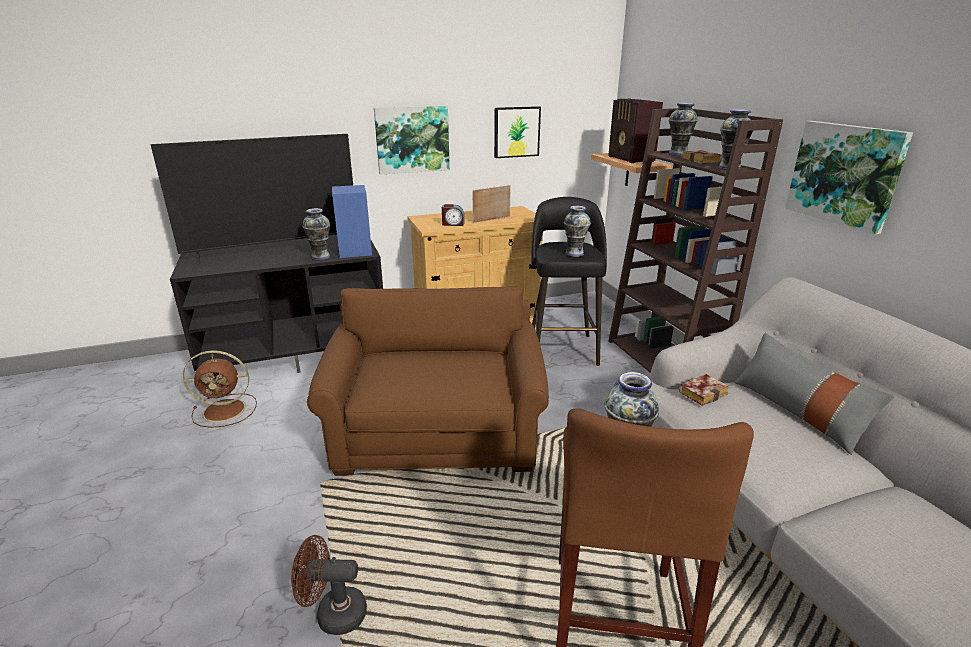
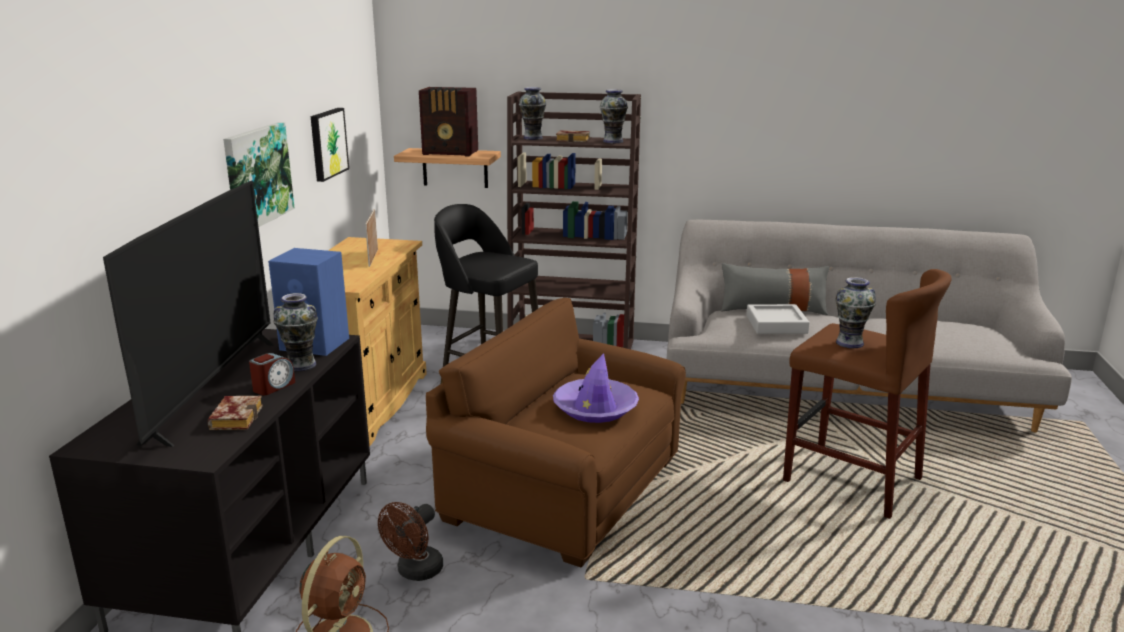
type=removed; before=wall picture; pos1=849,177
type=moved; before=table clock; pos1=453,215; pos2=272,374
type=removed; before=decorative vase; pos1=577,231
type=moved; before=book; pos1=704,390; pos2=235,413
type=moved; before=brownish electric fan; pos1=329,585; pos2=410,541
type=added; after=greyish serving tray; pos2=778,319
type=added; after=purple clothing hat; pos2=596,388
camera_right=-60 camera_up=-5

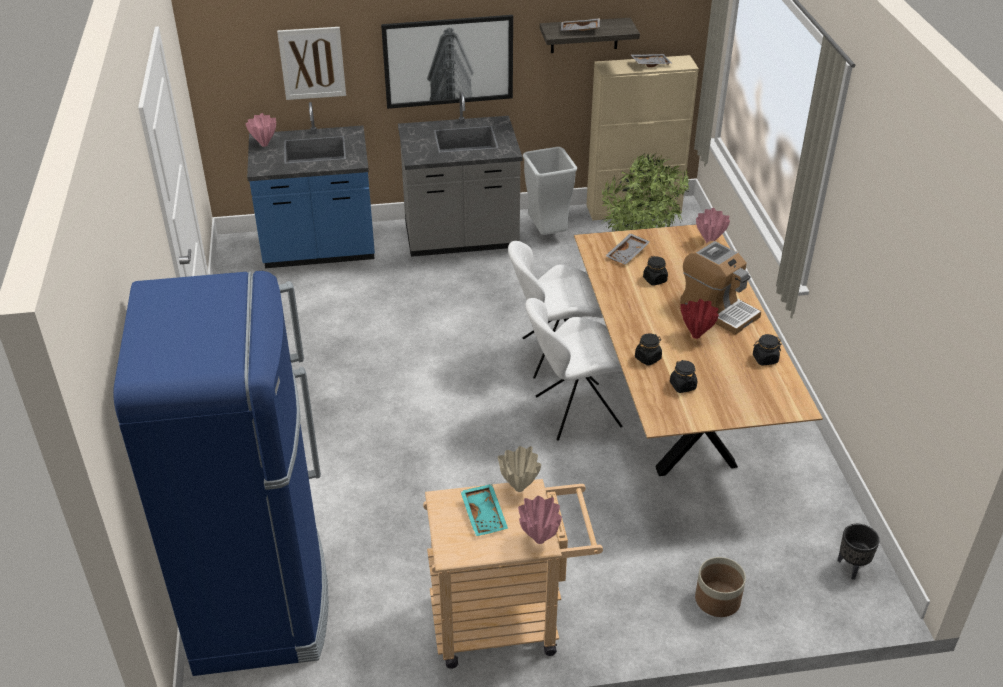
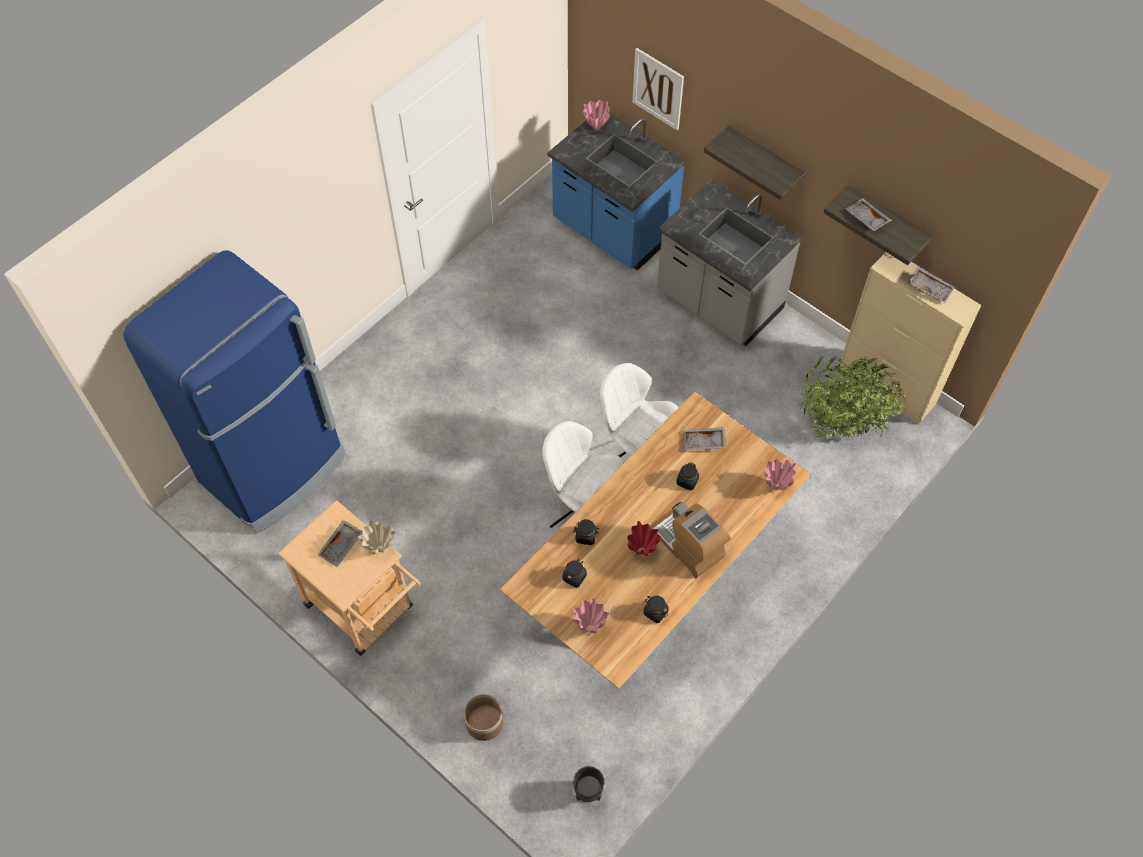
type=replaced; before=wall picture; after=wall shelf; pos1=447,62; pos2=755,163
type=removed; before=greyish trash can; pos1=550,191
type=turned; before=coffee brewer; pos1=720,288; pos2=691,540; turn=135
type=recoloured; before=turquoise serving tray; after=greyish serving tray; pos1=484,510; pos2=340,543
type=moved; before=pink-coloured decorative vase; pos1=540,520; pos2=591,617
camera_right=50 camera_up=20

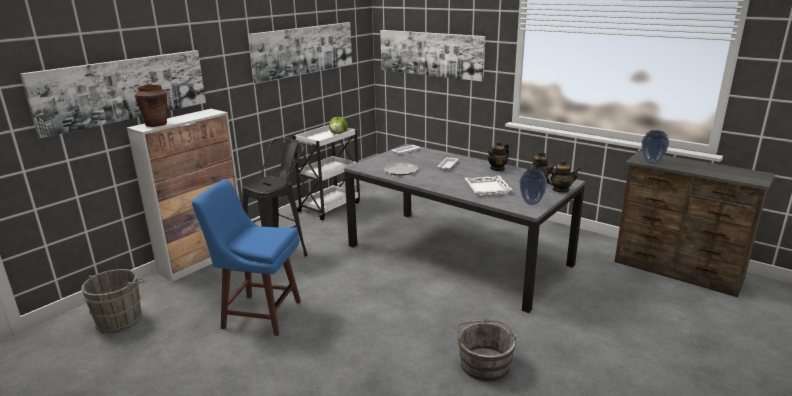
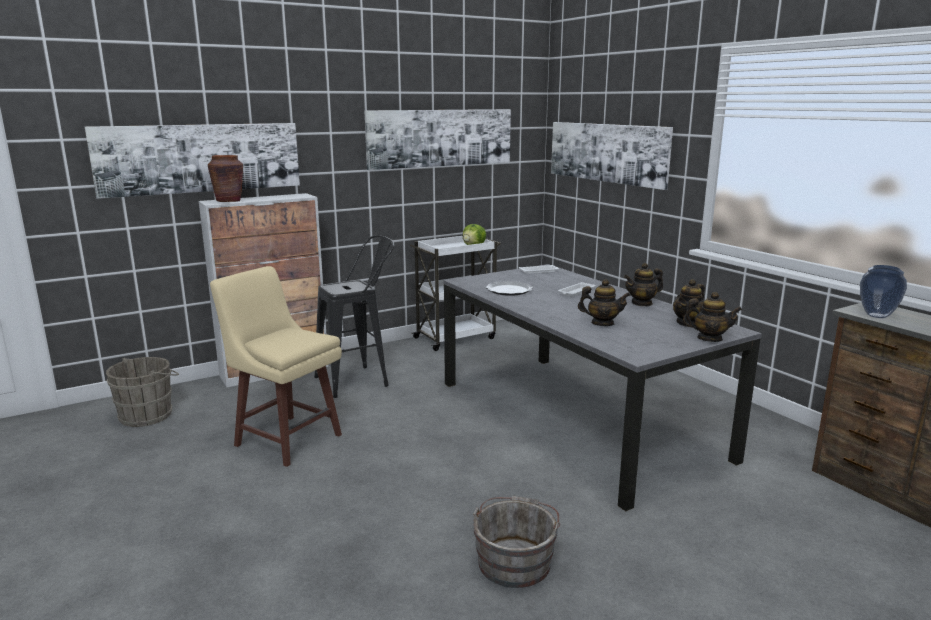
type=removed; before=decorative vase; pos1=533,187
type=replaced; before=whitish serving tray; after=teapot; pos1=489,185; pos2=604,302
type=recoloured; before=blue stool seat; after=beige stool seat; pos1=246,257; pos2=276,366
camera_right=20 camera_up=-5

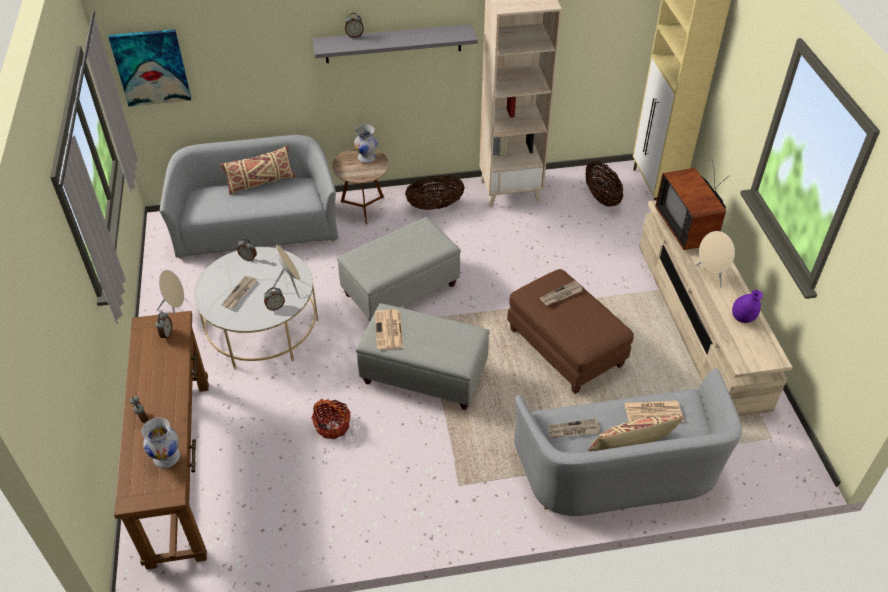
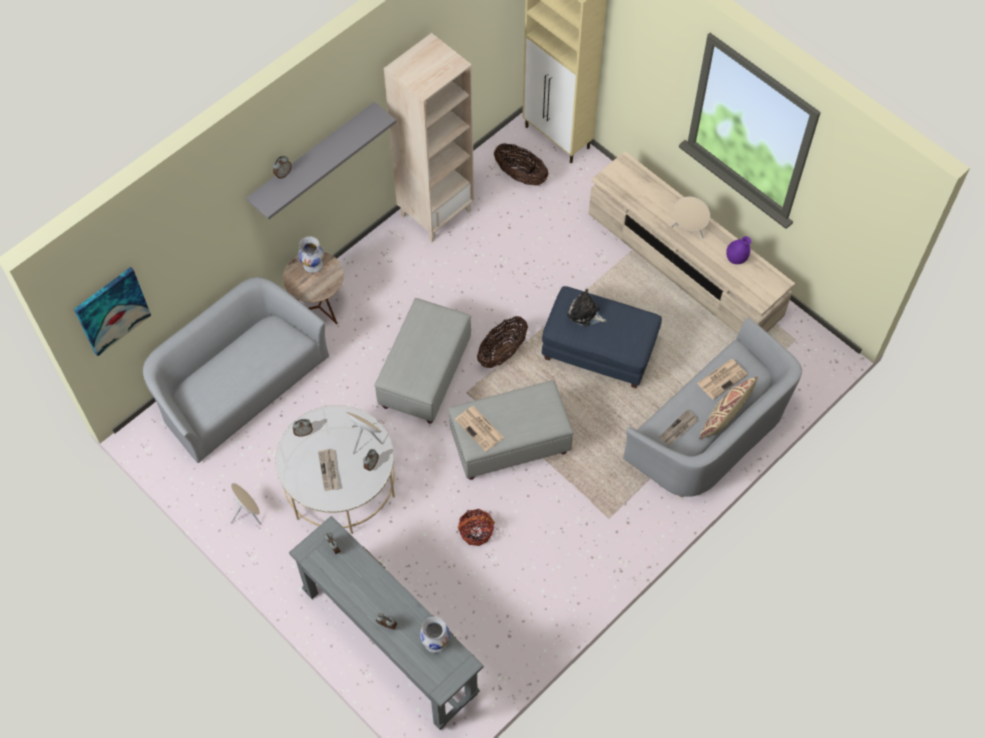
type=removed; before=beige pillow; pos1=257,170
type=removed; before=television; pos1=693,205
type=moved; before=household basket; pos1=435,193; pos2=502,342
type=recoloured; before=brownish pouffe; after=blue pouffe; pos1=570,331; pos2=602,337
type=replaced; before=daily paper; after=soft toy; pos1=561,293; pos2=587,308
type=recoloured; before=brownish console table; after=greyish console table; pos1=161,440; pos2=386,623
camera_right=-35 camera_up=15

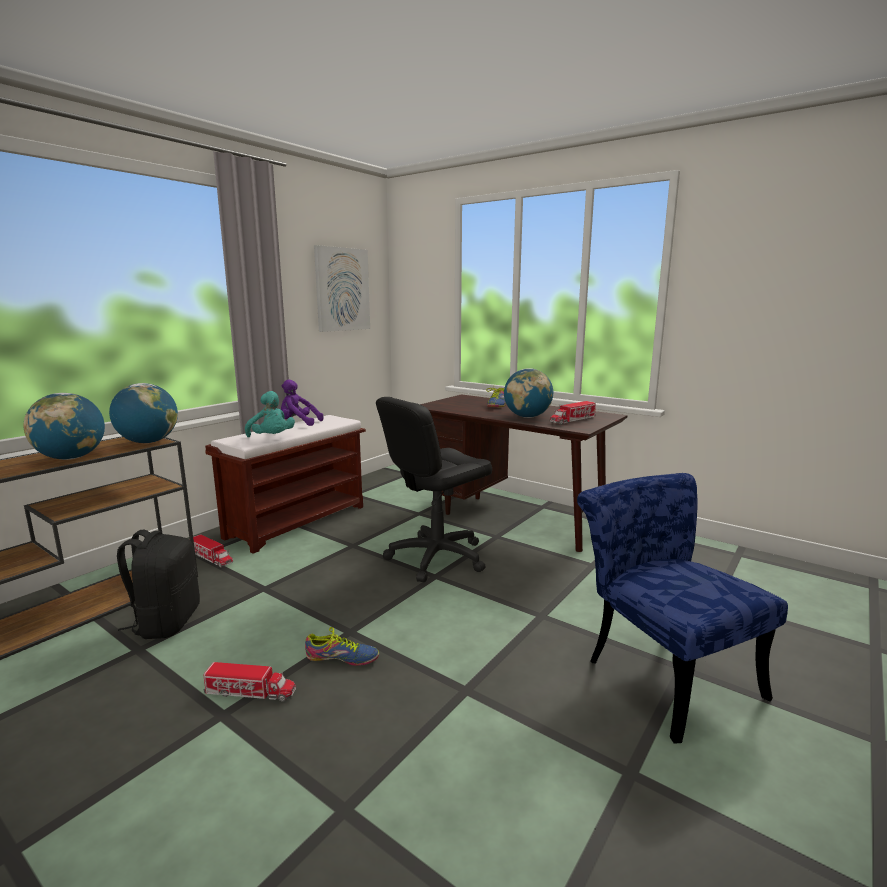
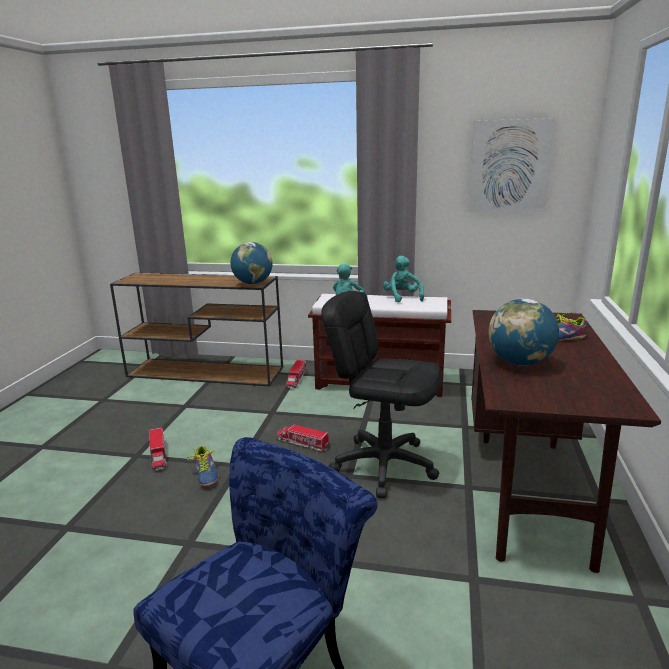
type=recoloured; before=purple soft toy; after=turquoise soft toy; pos1=302,402; pos2=403,279
type=removed; before=desk globe; pos1=64,426
type=moved; before=model truck; pos1=573,413; pos2=303,437
type=removed; before=blackish knapsack; pos1=158,584
camera_right=65 camera_up=5

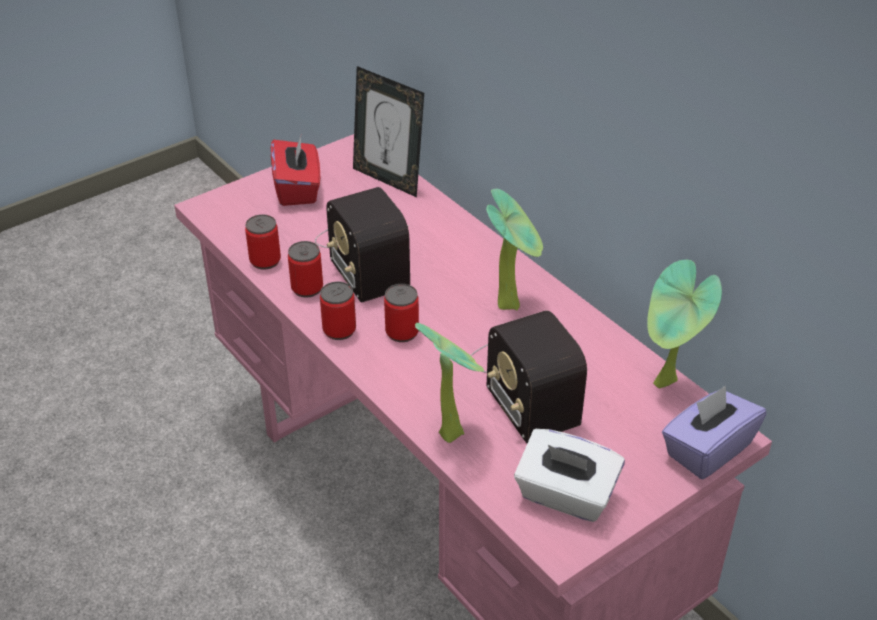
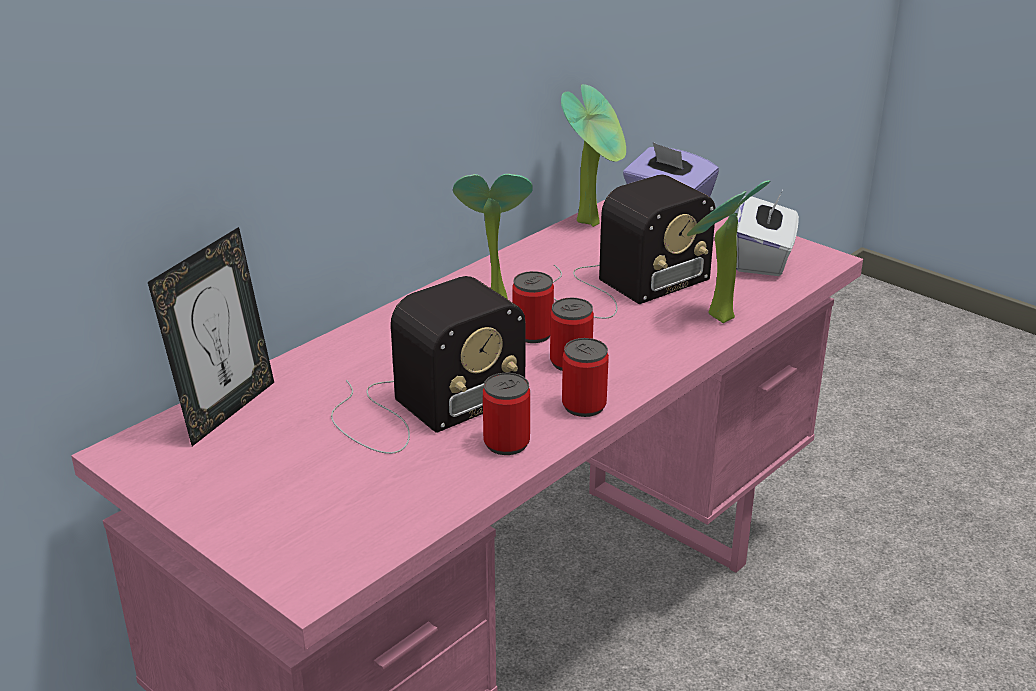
type=removed; before=red-coloured tissue box; pos1=295,169
type=moved; before=metal can; pos1=263,242; pos2=533,307
camera_right=-100 camera_up=-10

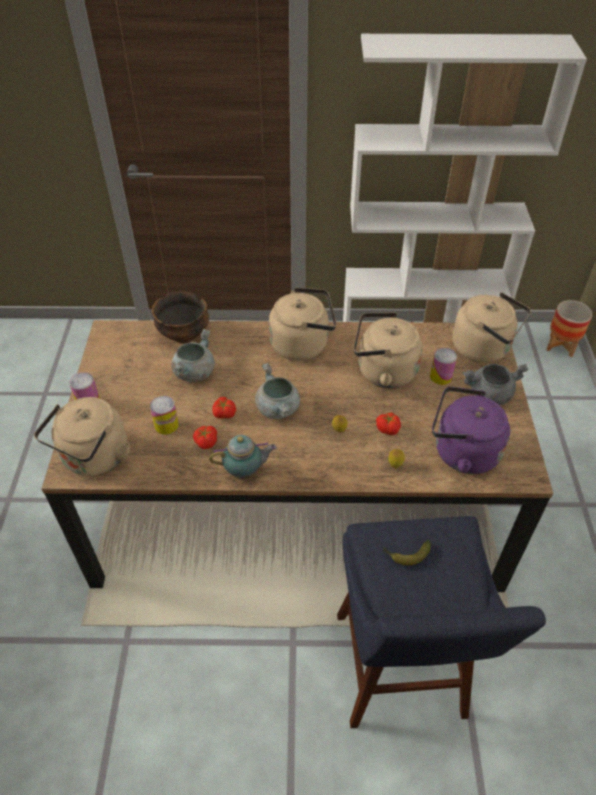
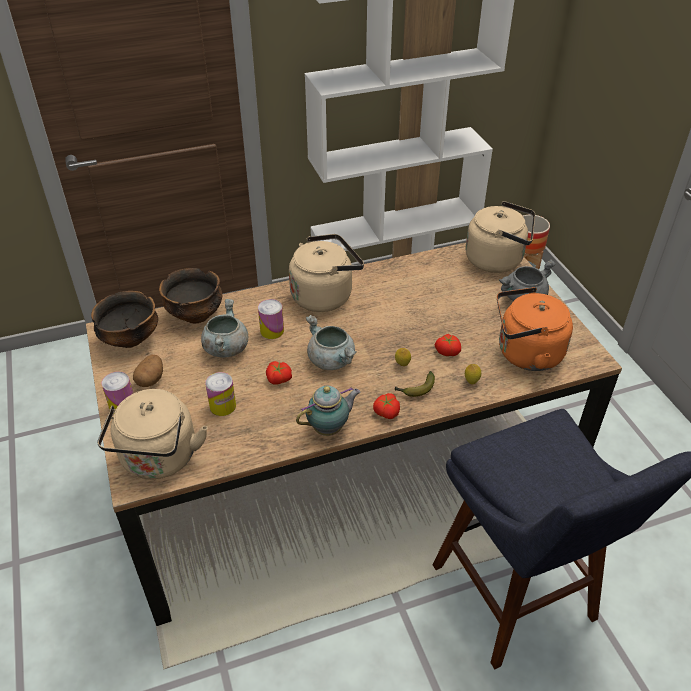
type=removed; before=beige kettle; pos1=388,350
type=moved; before=metal can; pos1=443,366; pos2=271,319
type=recoloured; before=purple kettle; after=orangey kettle; pos1=471,430; pos2=535,329
type=moved; before=tomato; pos1=205,437; pos2=386,406
type=moved; before=banana; pos1=407,552; pos2=415,384
type=added; after=deep dish; pos2=124,319
type=added; after=spud; pos2=148,371
camera_right=-20 camera_up=-5

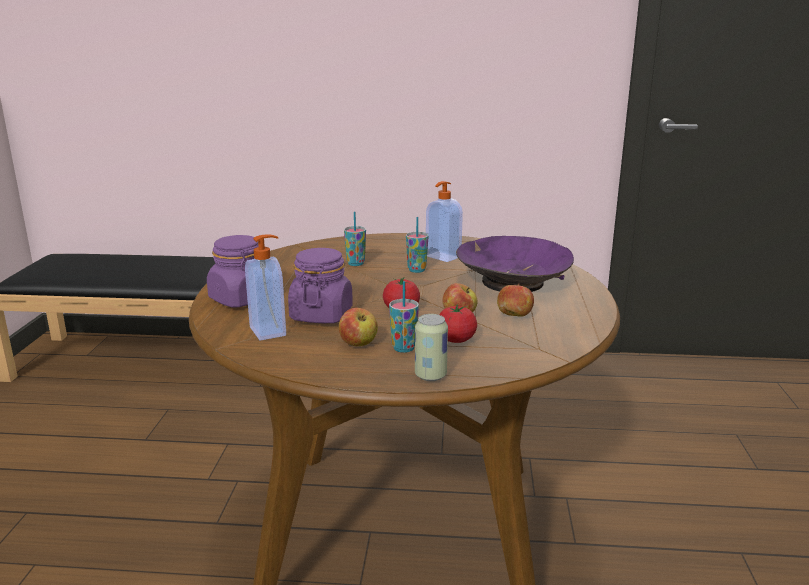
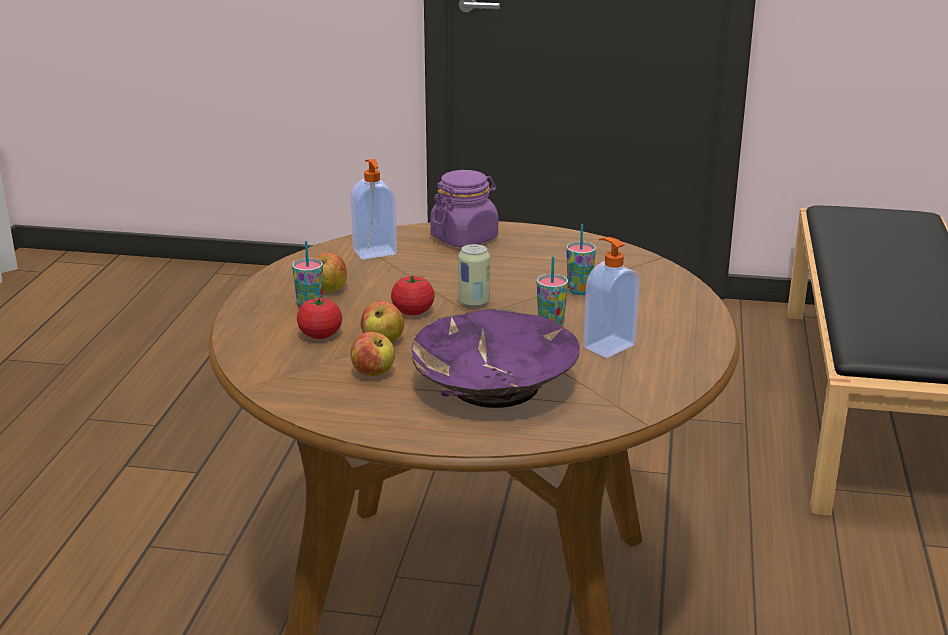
type=removed; before=purple preserve jar; pos1=320,285
type=moved; before=metal can; pos1=431,347; pos2=474,275
camera_right=95 camera_up=5

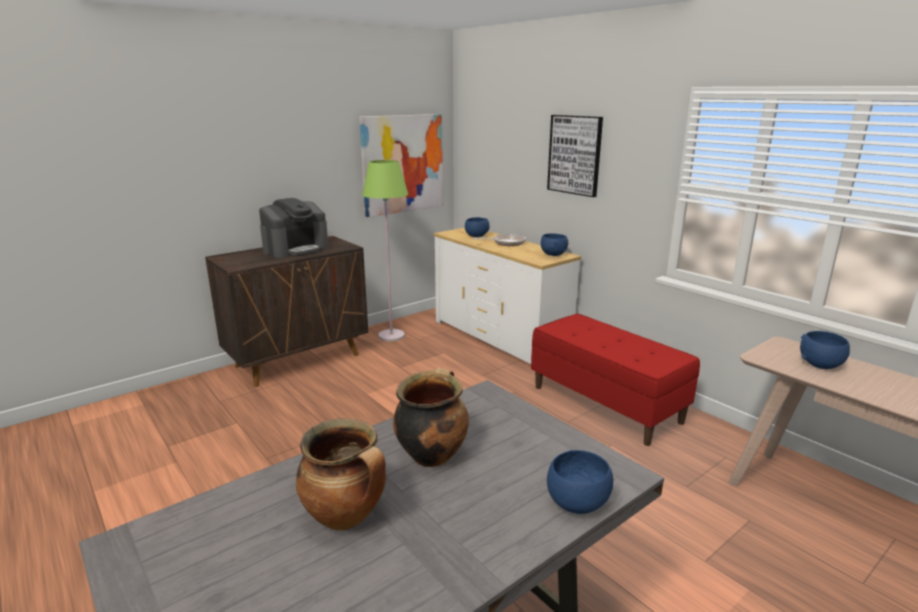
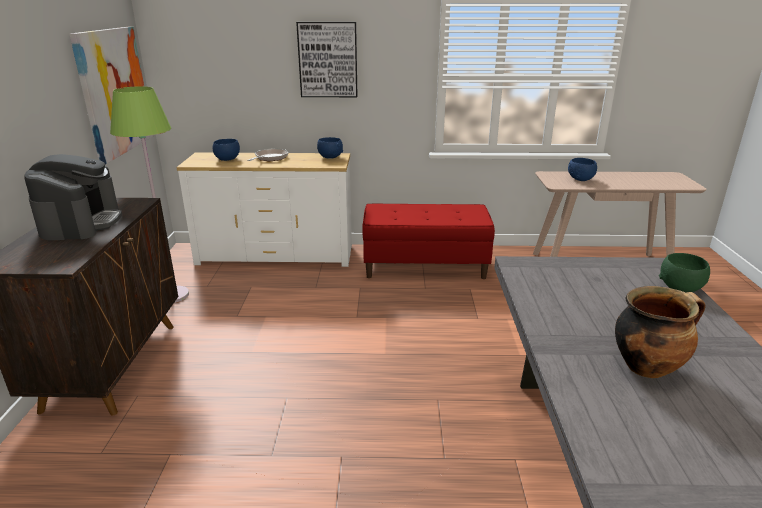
type=removed; before=cooking pot; pos1=431,417
type=recoloured; before=blue deep dish; after=green deep dish; pos1=580,482; pos2=684,273
camera_right=-50 camera_up=5

